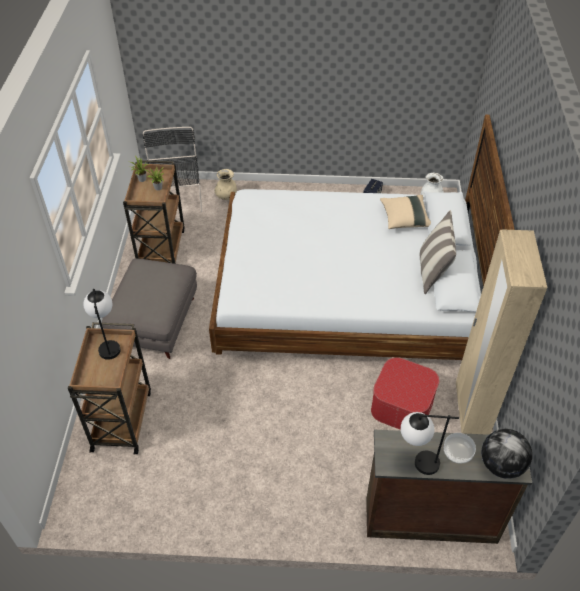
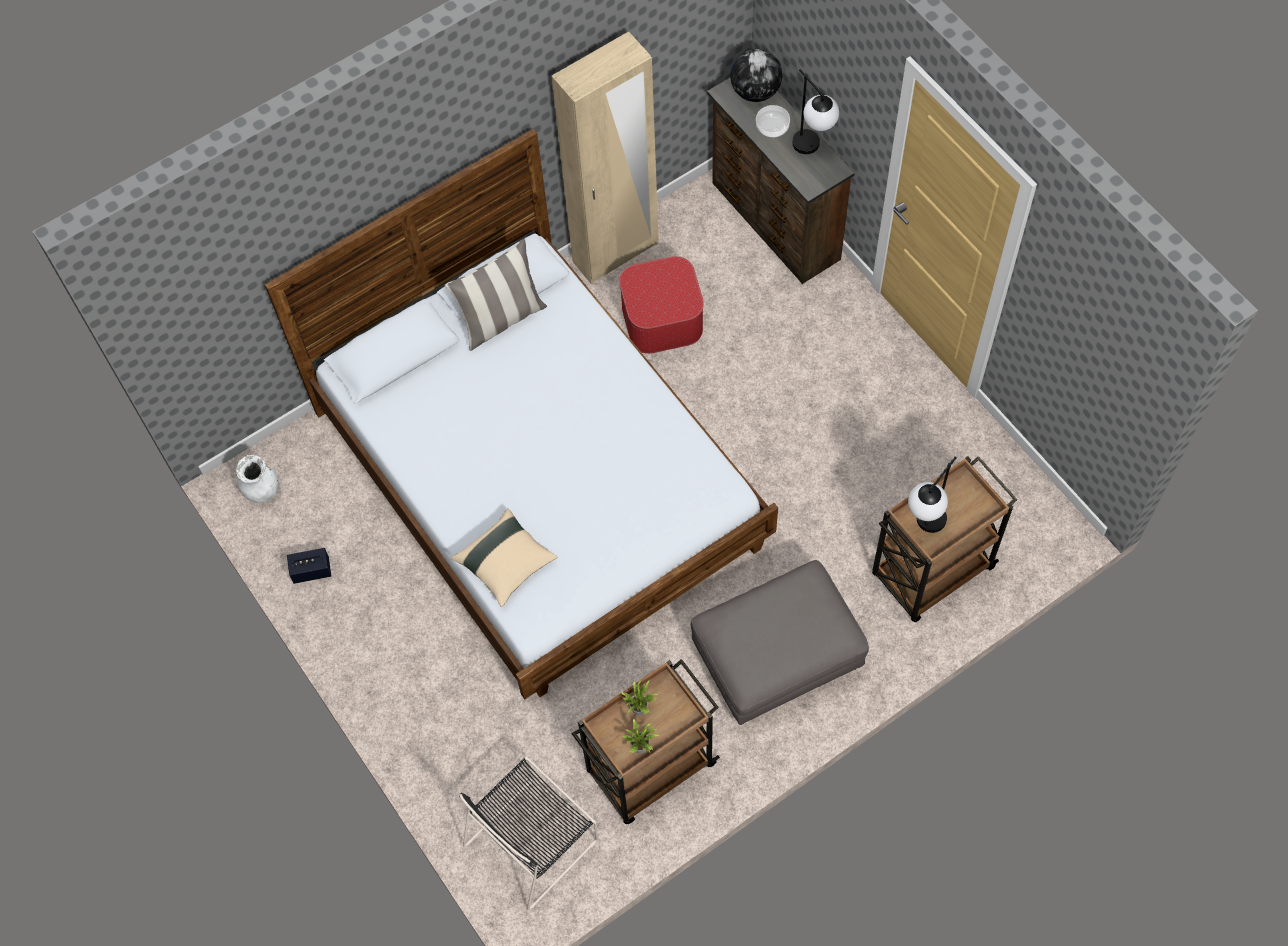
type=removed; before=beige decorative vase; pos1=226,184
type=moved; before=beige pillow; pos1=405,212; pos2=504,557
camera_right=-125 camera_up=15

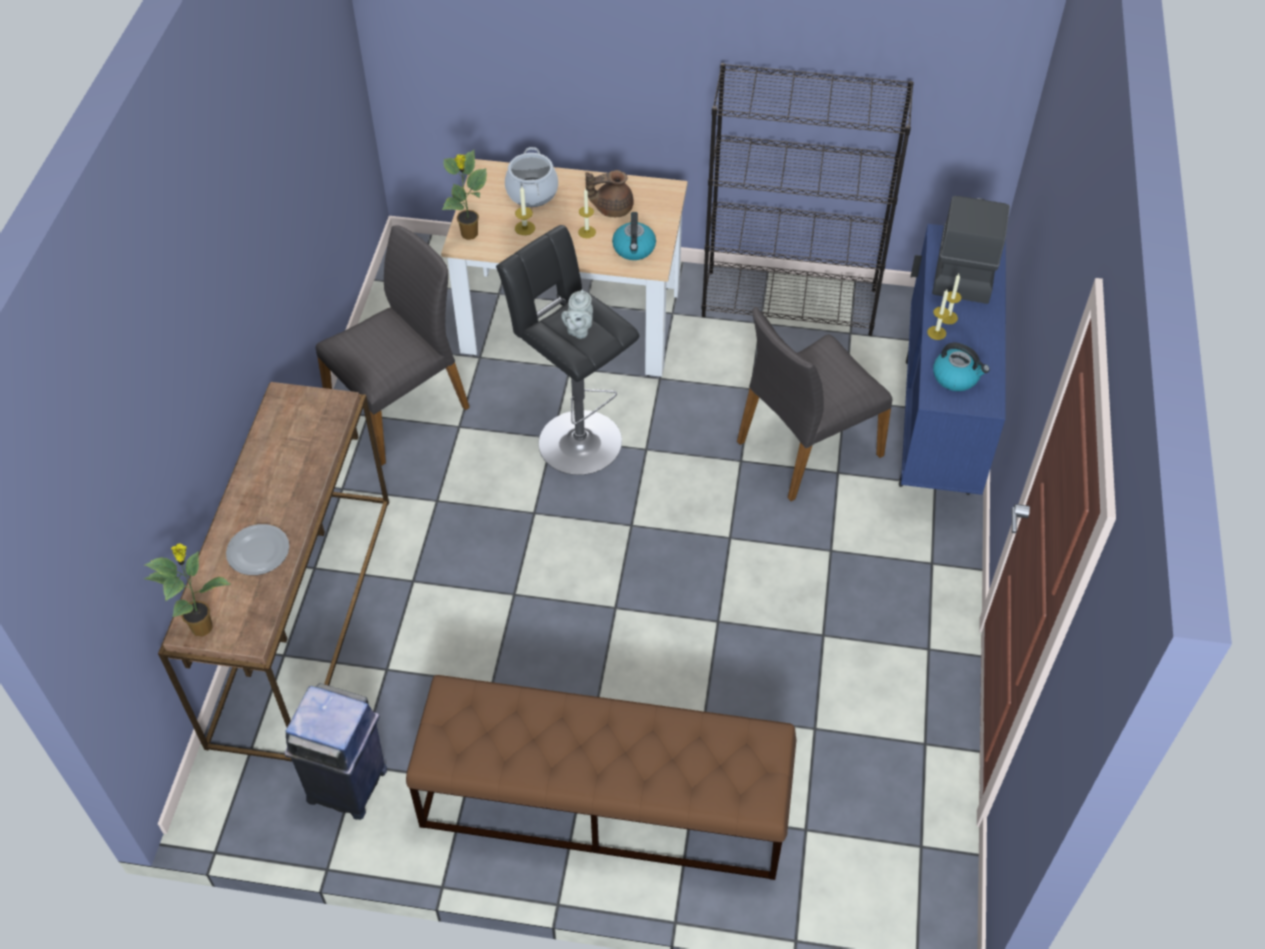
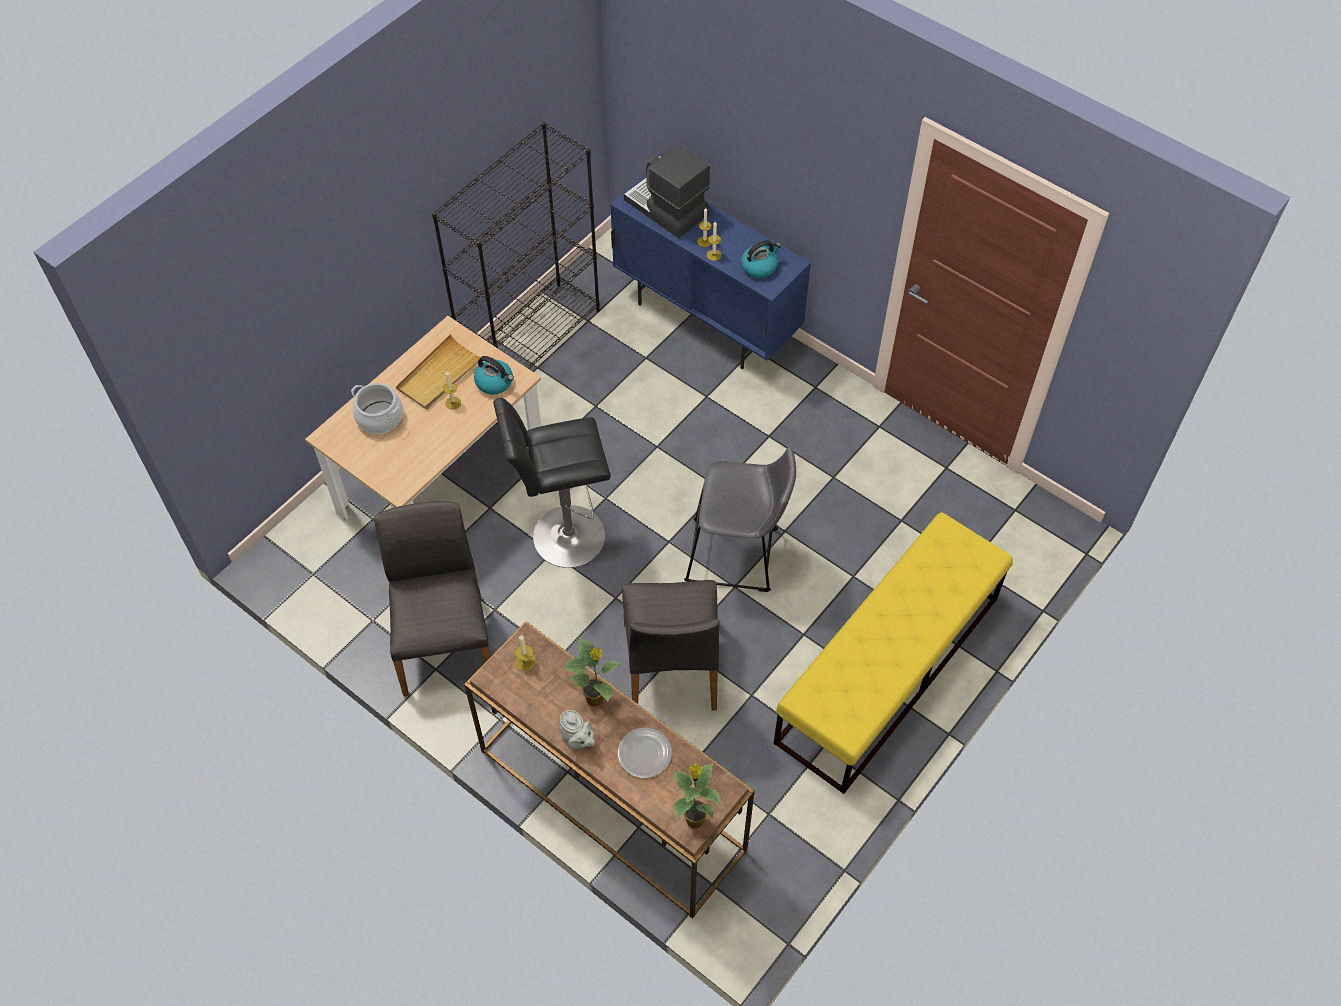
type=moved; before=plant in a pot; pos1=464,195; pos2=591,671
type=replaced; before=brownish teapot; after=beige serving tray; pos1=610,193; pos2=438,372
type=moved; before=wax candle; pos1=525,211; pos2=525,653
type=moved; before=greyish teapot; pos1=577,314; pos2=577,730
type=moved; before=greyish plain chair; pos1=814,404; pos2=671,645
type=recoloured; before=brownish bench; after=yellow-coloured bench; pos1=601,777; pos2=893,653
type=removed; before=blue trash can; pos1=335,751
type=added; after=greyish stool seat; pos2=740,520
camera_right=-60 camera_up=5

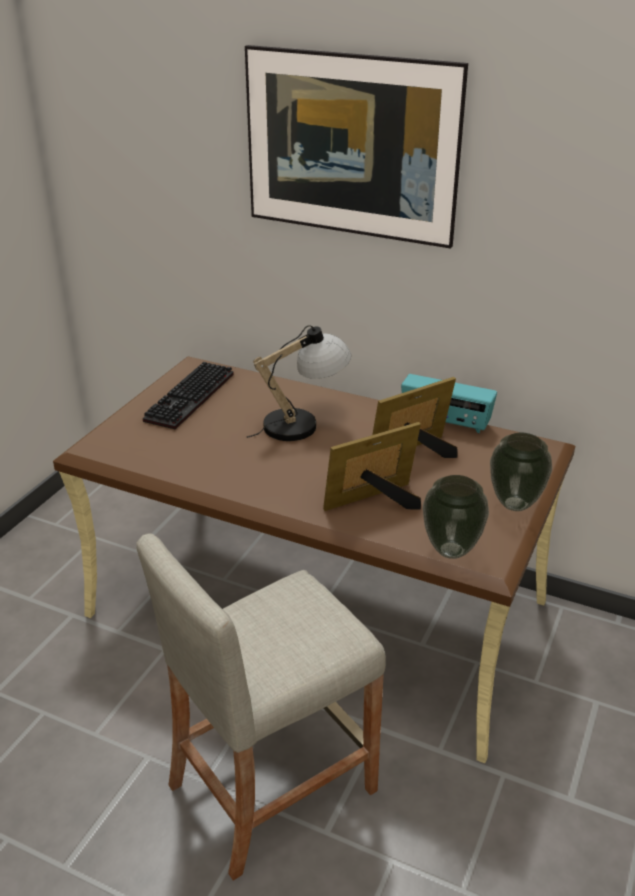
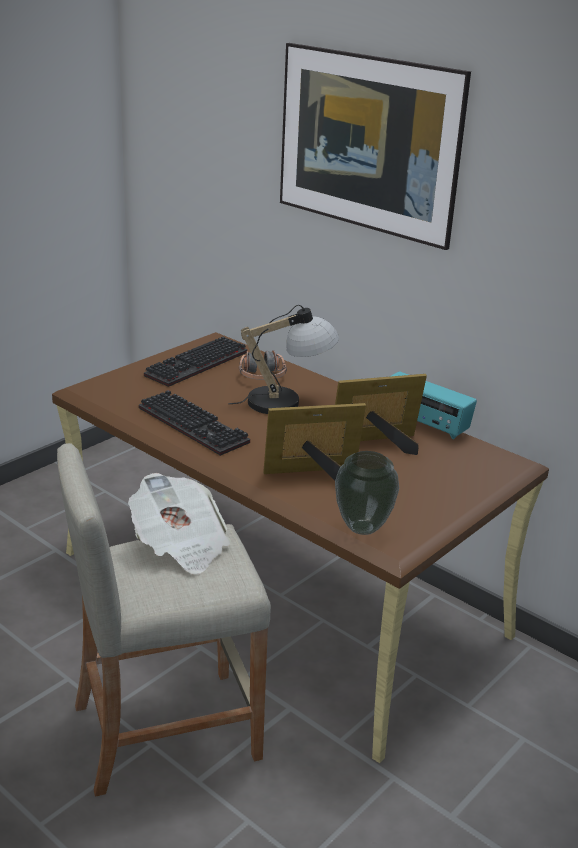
type=removed; before=decorative vase; pos1=521,472
type=added; after=headphones; pos2=263,365
type=added; after=keyboard; pos2=194,423
type=added; after=daily paper; pos2=179,524
camera_right=15 camera_up=-5

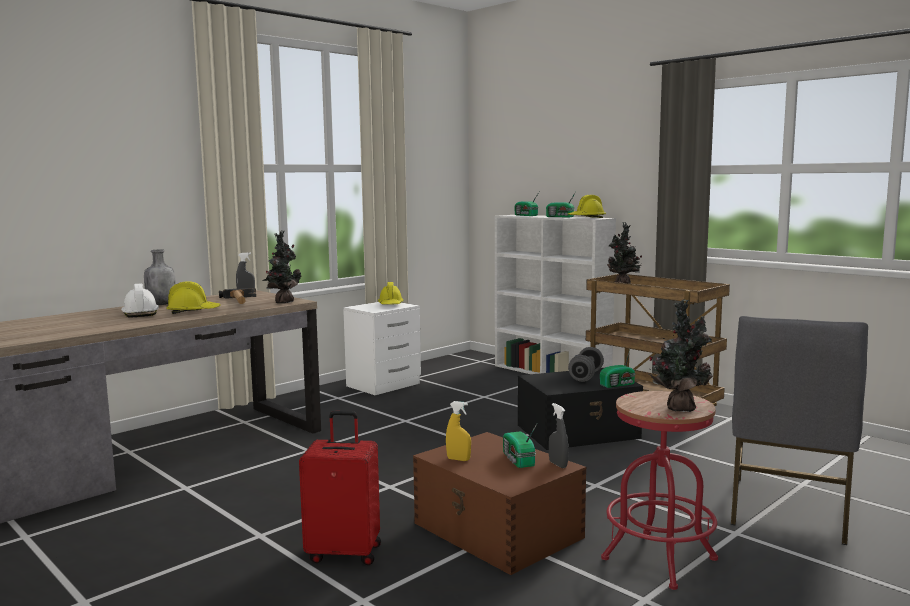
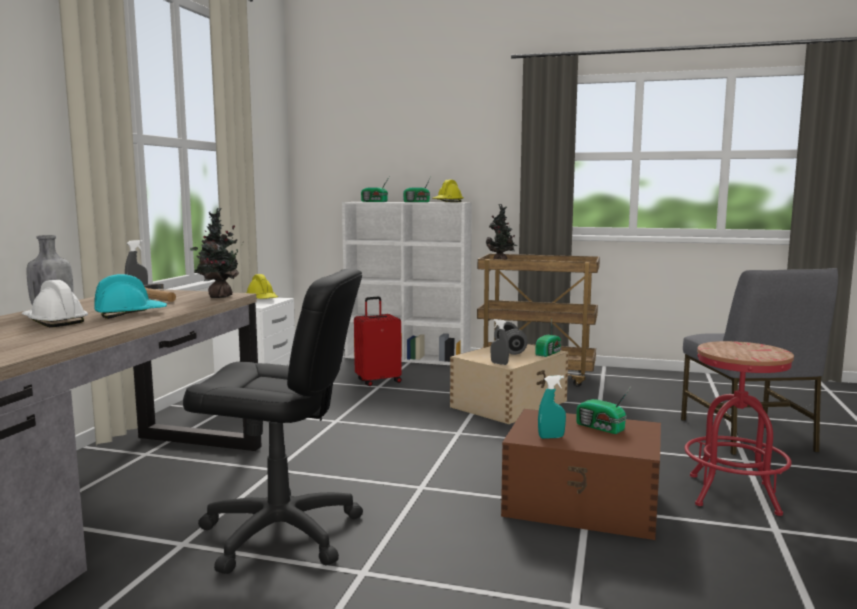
type=recoloured; before=yellow-coloured safety helmet; after=turquoise safety helmet; pos1=193,297; pos2=130,296
type=removed; before=plant in a pot; pos1=680,355
type=recoloured; before=blackish storage box; after=beige storage box; pos1=580,409; pos2=509,384
type=recoloured; before=yellow-coloured spray bottle; after=turquoise spray bottle; pos1=458,431; pos2=552,407
type=moved; before=greyish spray bottle; pos1=558,435; pos2=500,342
type=moved; before=red-coloured piece of luggage; pos1=340,488; pos2=378,341
type=added; after=blackish computer chair; pos2=273,421
camera_right=-30 camera_up=0

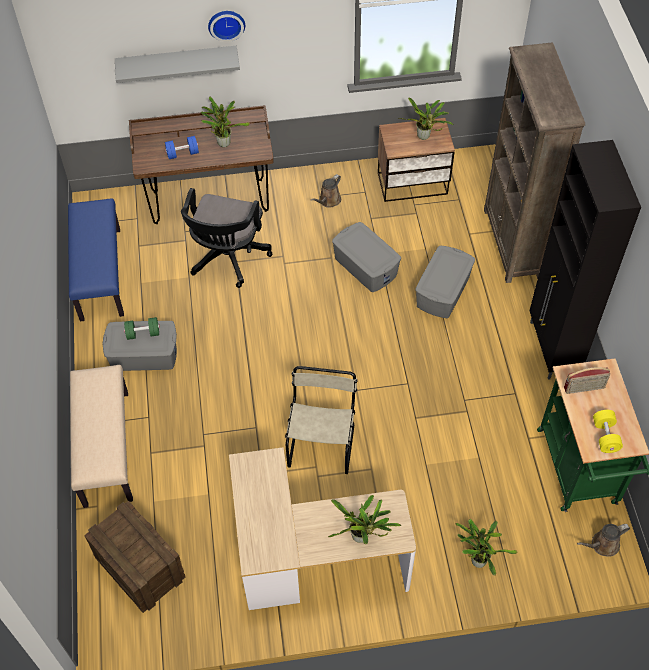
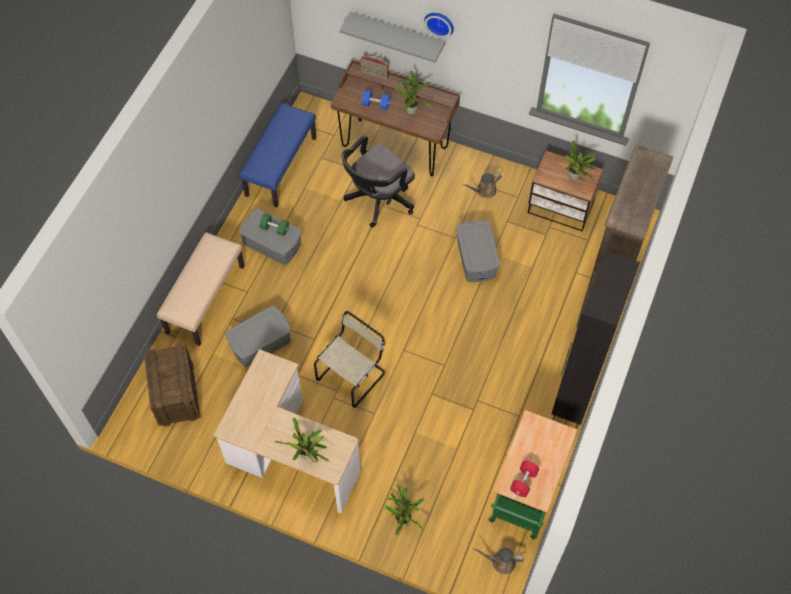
type=moved; before=greyish storage box; pos1=445,282; pos2=258,336
type=moved; before=radio set; pos1=587,380; pos2=375,67
type=recoloured; before=yellow-coloured dumbbell; after=red-coloured dumbbell; pos1=608,431; pos2=525,479
camera_right=30 camera_up=5

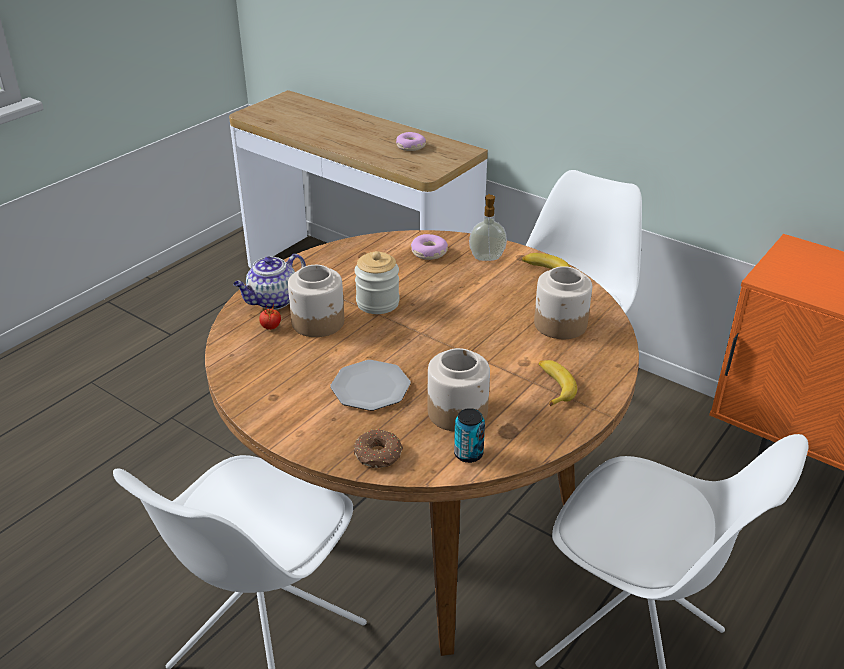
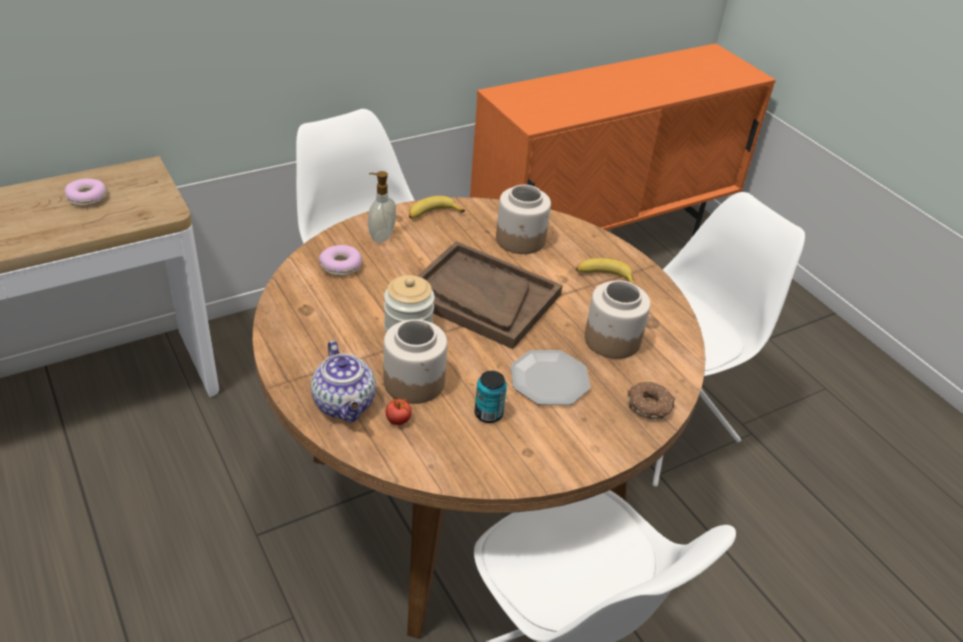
type=moved; before=metal can; pos1=469,435; pos2=491,397
type=added; after=brownish serving tray; pos2=489,295
camera_right=-70 camera_up=5

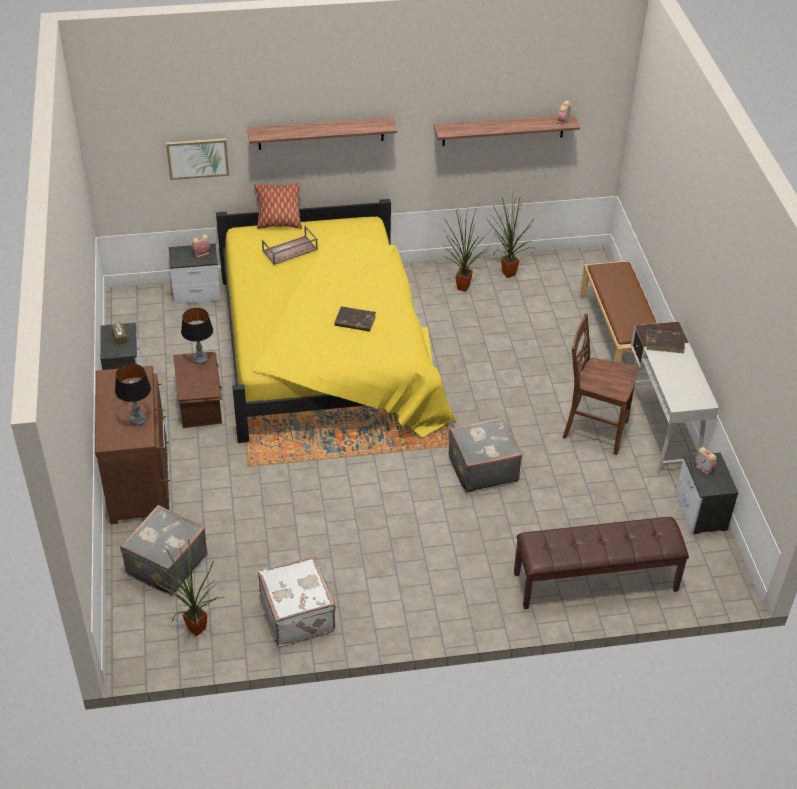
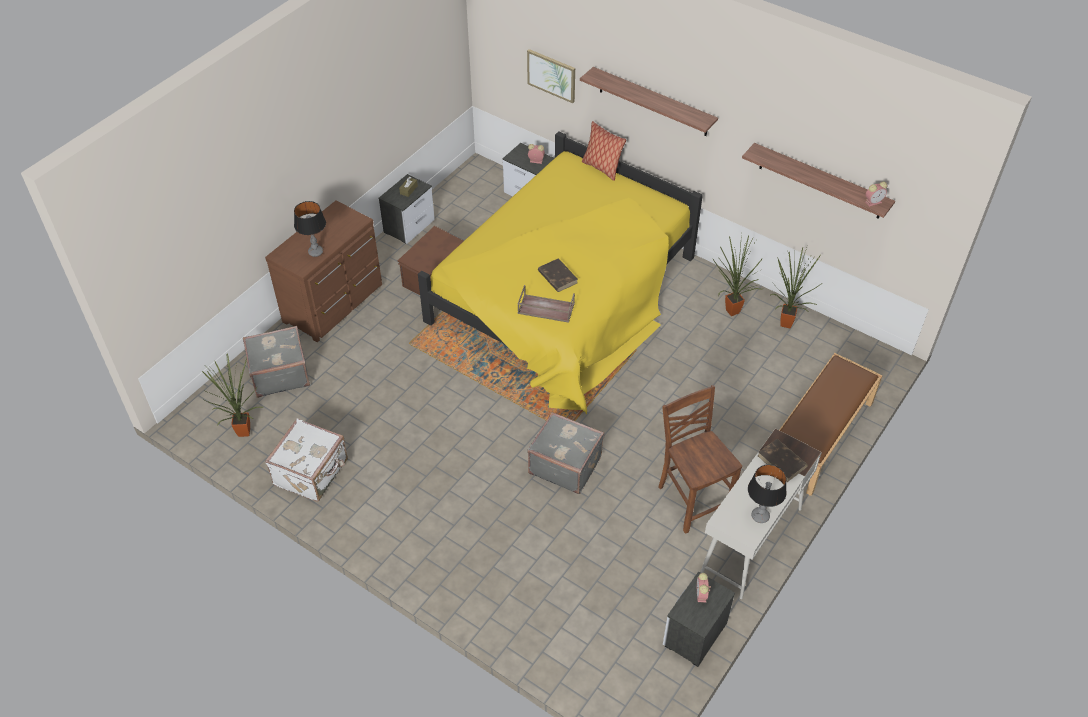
type=moved; before=brownish serving tray; pos1=290,245; pos2=546,304
type=moved; before=lamp for a table; pos1=197,336; pos2=767,493
type=removed; before=brownish bench; pos1=601,563
camera_right=45 camera_up=5

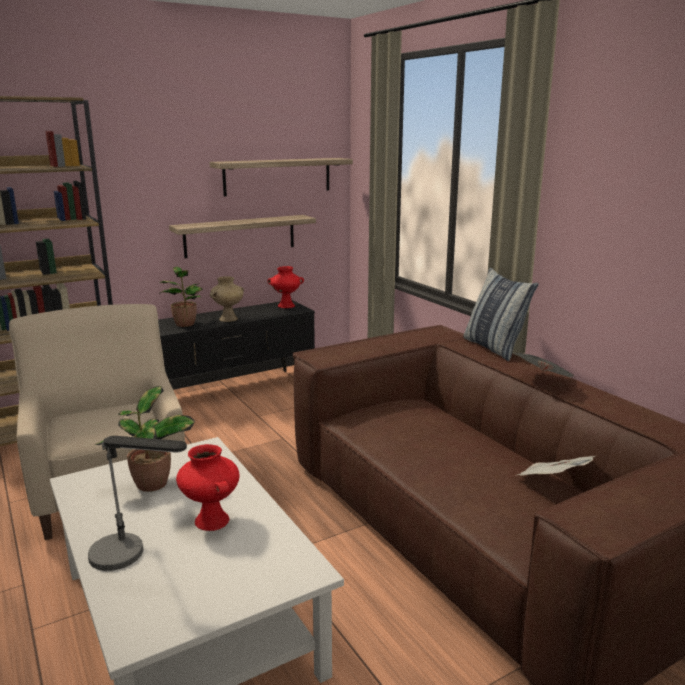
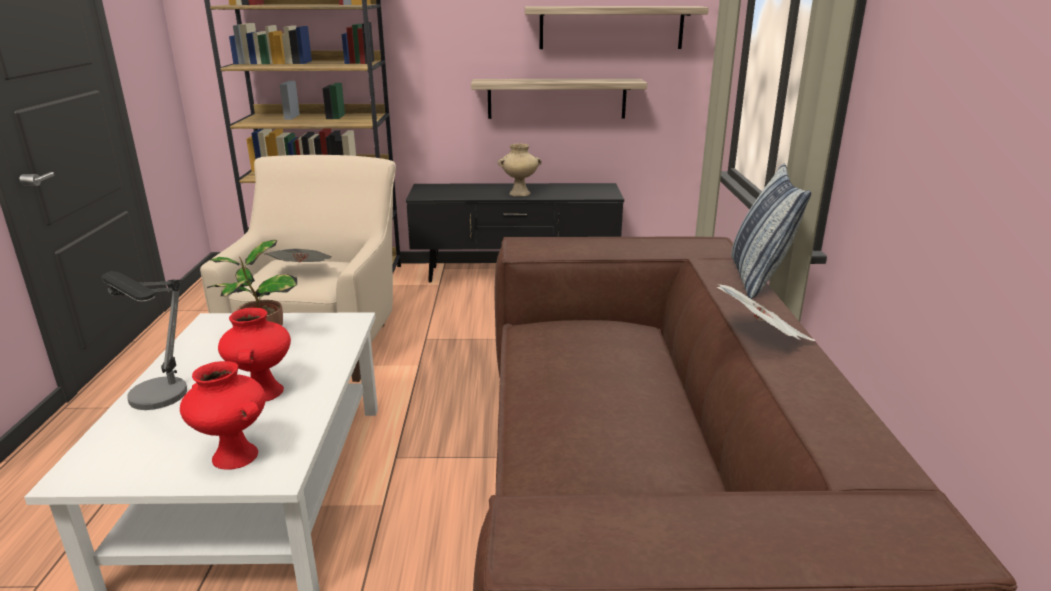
type=moved; before=red-coloured decorative vase; pos1=285,287; pos2=223,415
type=removed; before=plant in a pot; pos1=181,297
type=moved; before=daily paper; pos1=556,466; pos2=298,255
camera_right=30 camera_up=5

